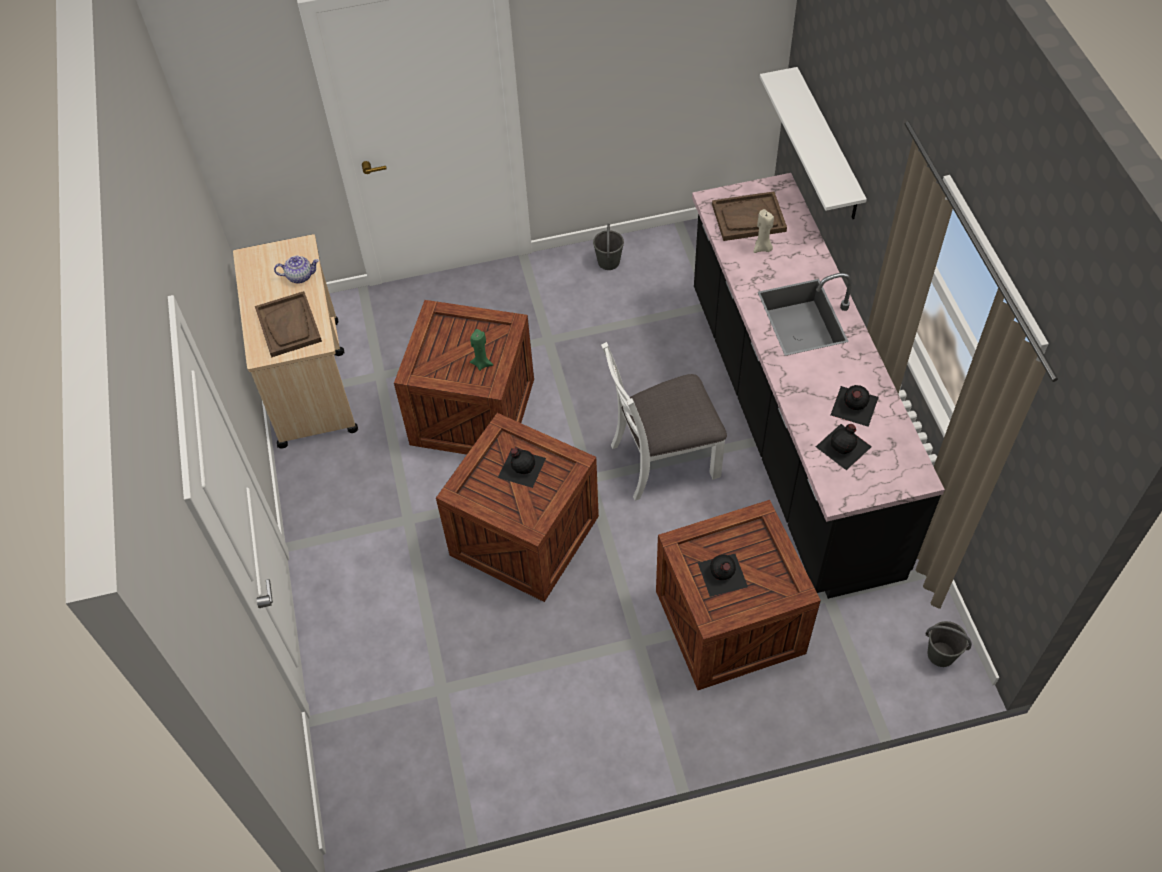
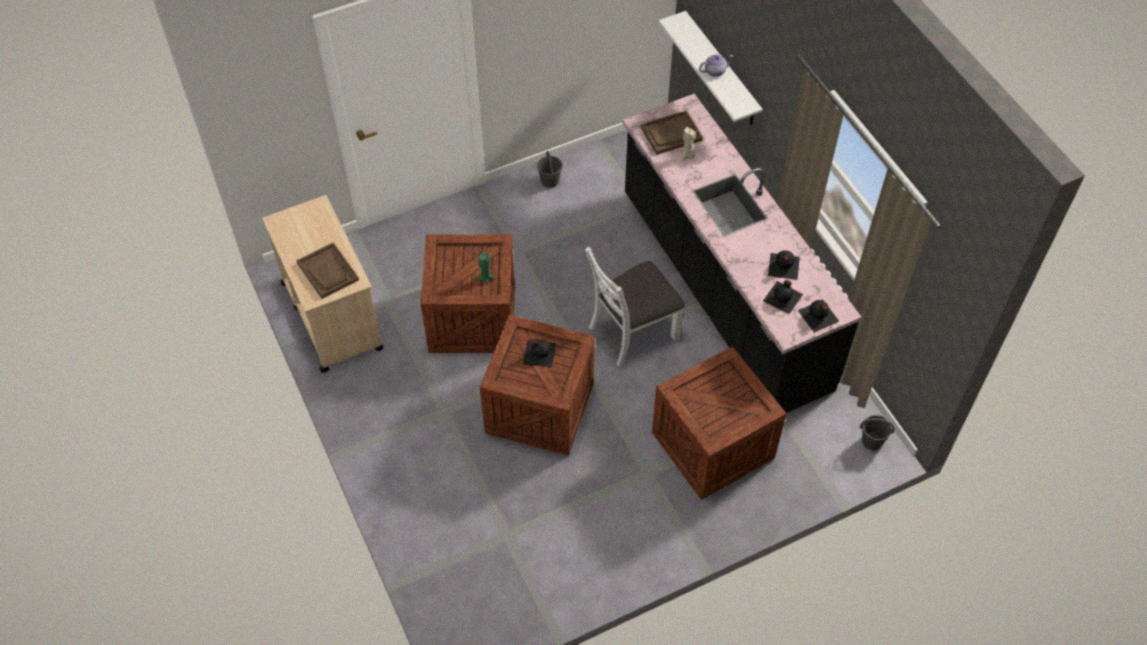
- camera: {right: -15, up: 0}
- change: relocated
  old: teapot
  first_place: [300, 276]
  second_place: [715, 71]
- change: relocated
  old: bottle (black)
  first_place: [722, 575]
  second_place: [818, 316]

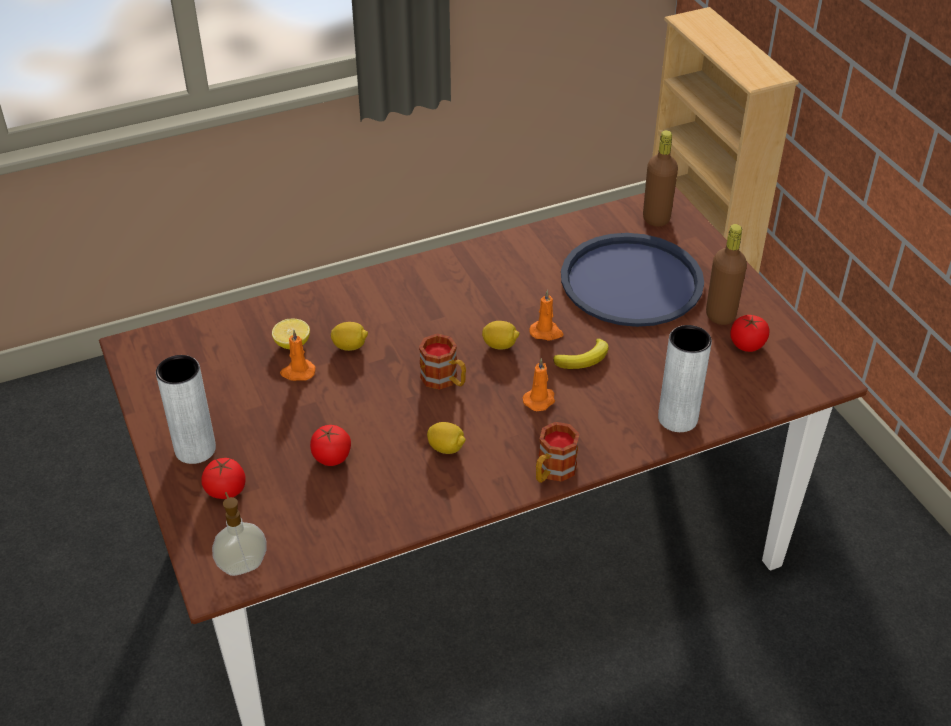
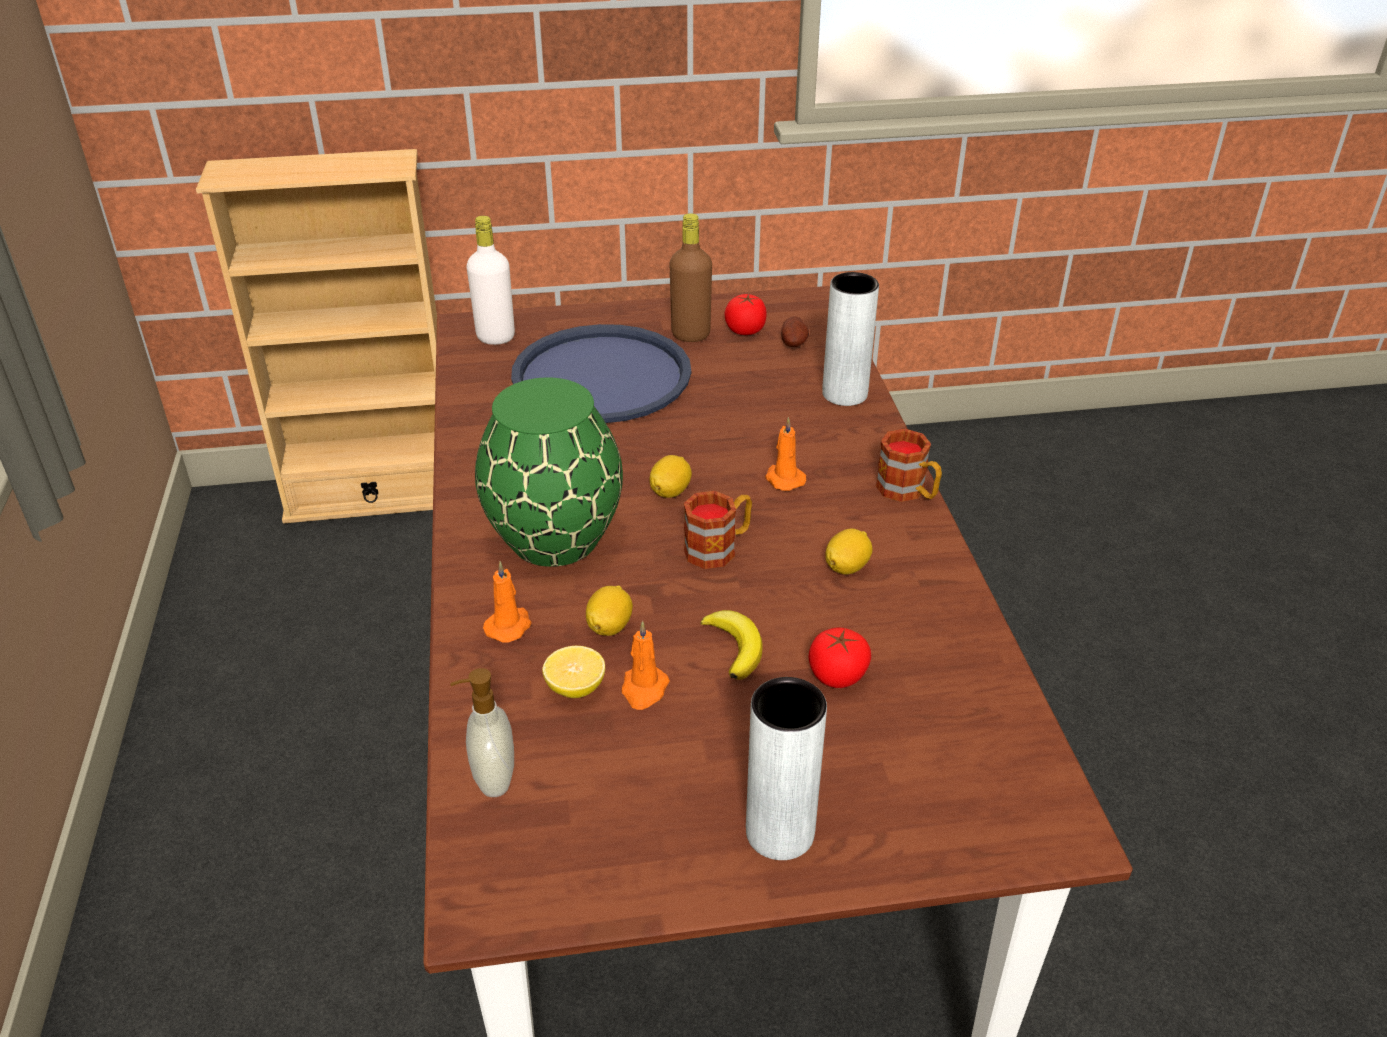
- camera: {right: -75, up: -5}
- change: missing
  old: tomato
  first_place: [226, 490]
- change: relocated
  old: soap dispenser
  first_place: [242, 565]
  second_place: [492, 778]
- change: relocated
  old: candle (orange)
  first_place: [546, 332]
  second_place: [509, 626]
- change: relocated
  old: banana
  first_place: [584, 358]
  second_place: [735, 647]
- change: colour
  old: bottle (brown)
  new: bottle (white)
  first_place: [656, 218]
  second_place: [495, 337]
- change: appeared
  new: vase (green)
  second_place: [556, 538]
- change: appeared
  new: potato
  second_place: [794, 344]

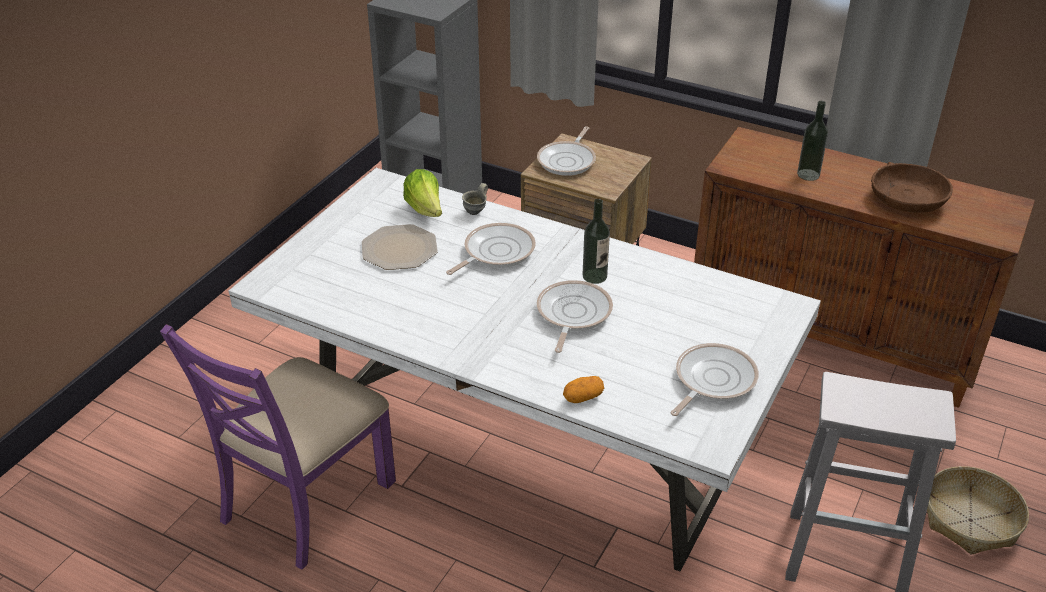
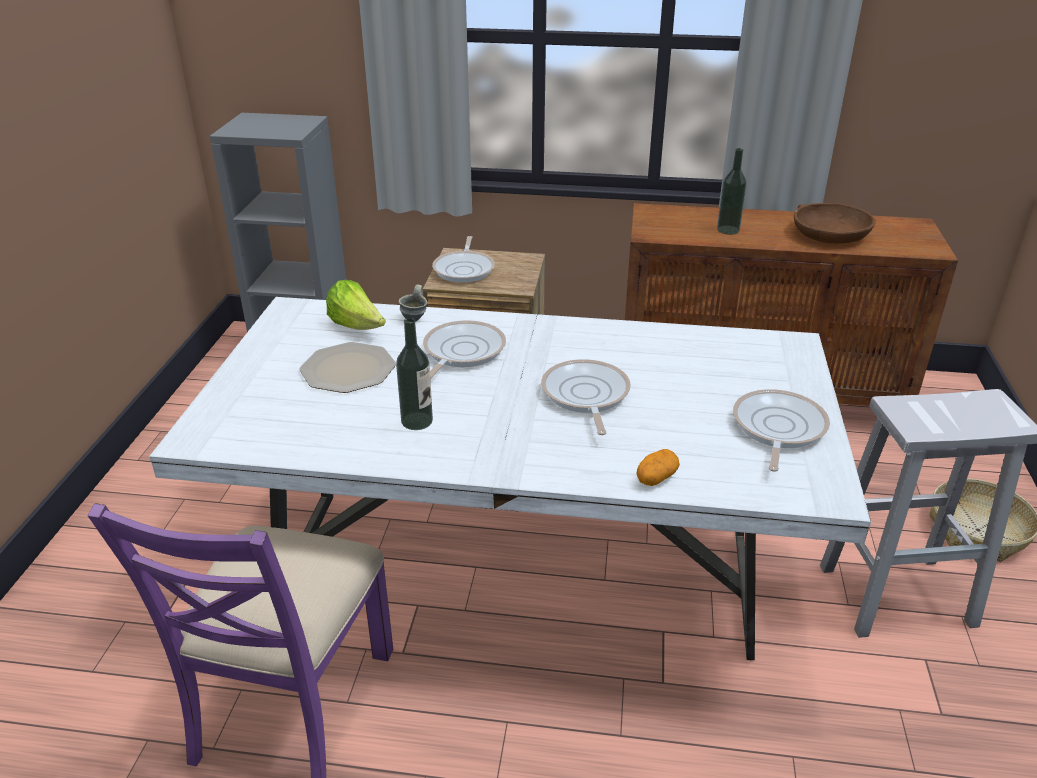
- camera: {right: -20, up: -5}
- change: relocated
  old: bottle
  first_place: [594, 276]
  second_place: [417, 421]

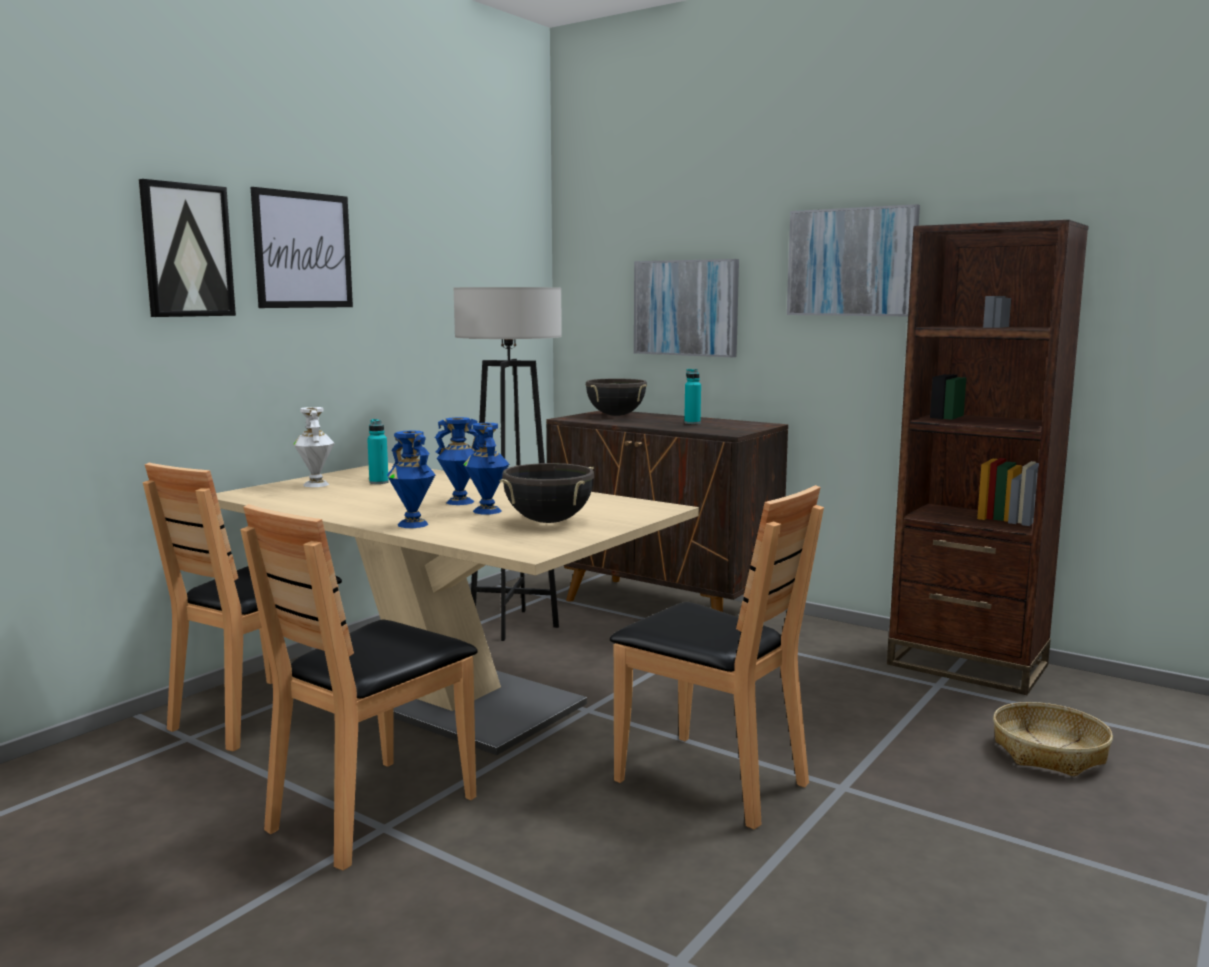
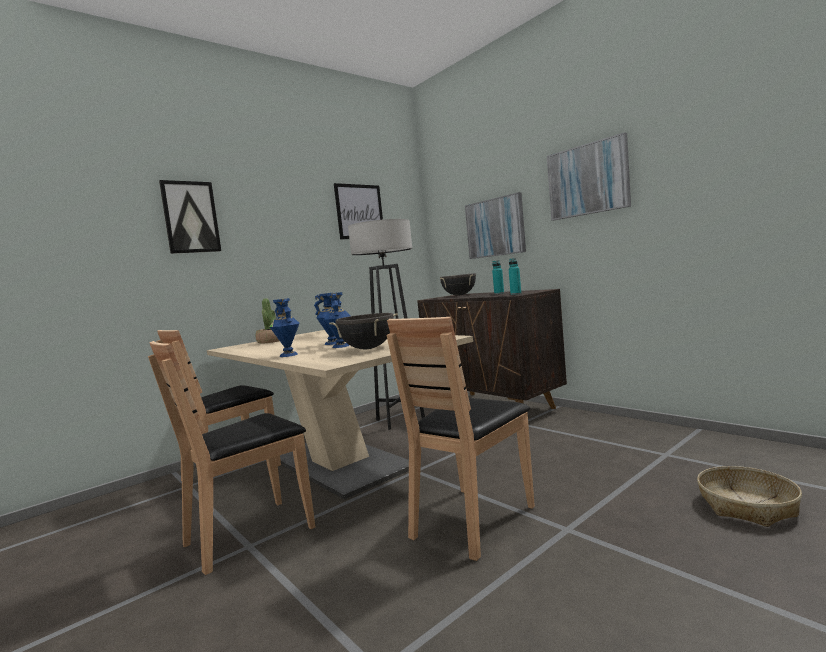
- camera: {right: 15, up: -5}
- change: relocated
  old: picture
  first_place: [303, 250]
  second_place: [359, 211]
- change: exchanged
  old: vase (white)
  new: potted plant
  first_place: [316, 484]
  second_place: [271, 341]
- change: relocated
  old: bottle (turquoise)
  first_place: [379, 482]
  second_place: [516, 294]
- change: spun
  old: chair (brown)
  first_place: [710, 780]
  second_place: [472, 520]
  degrees: 75
- change: missing
  old: bookcase (brown)
  first_place: [967, 665]

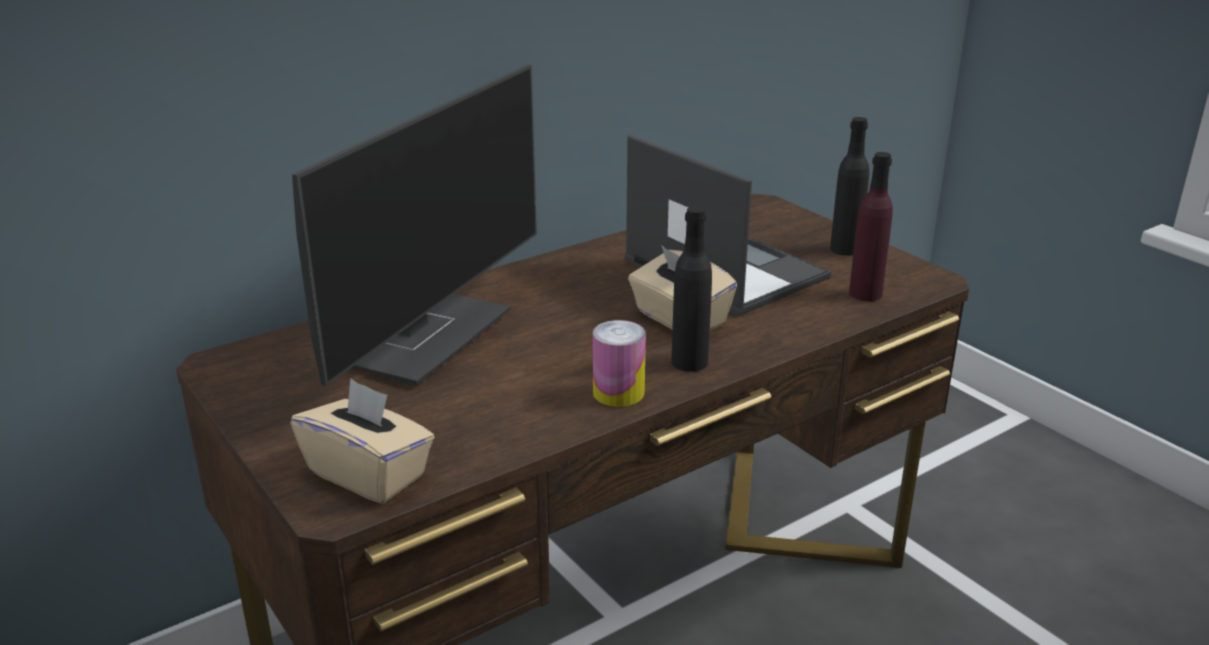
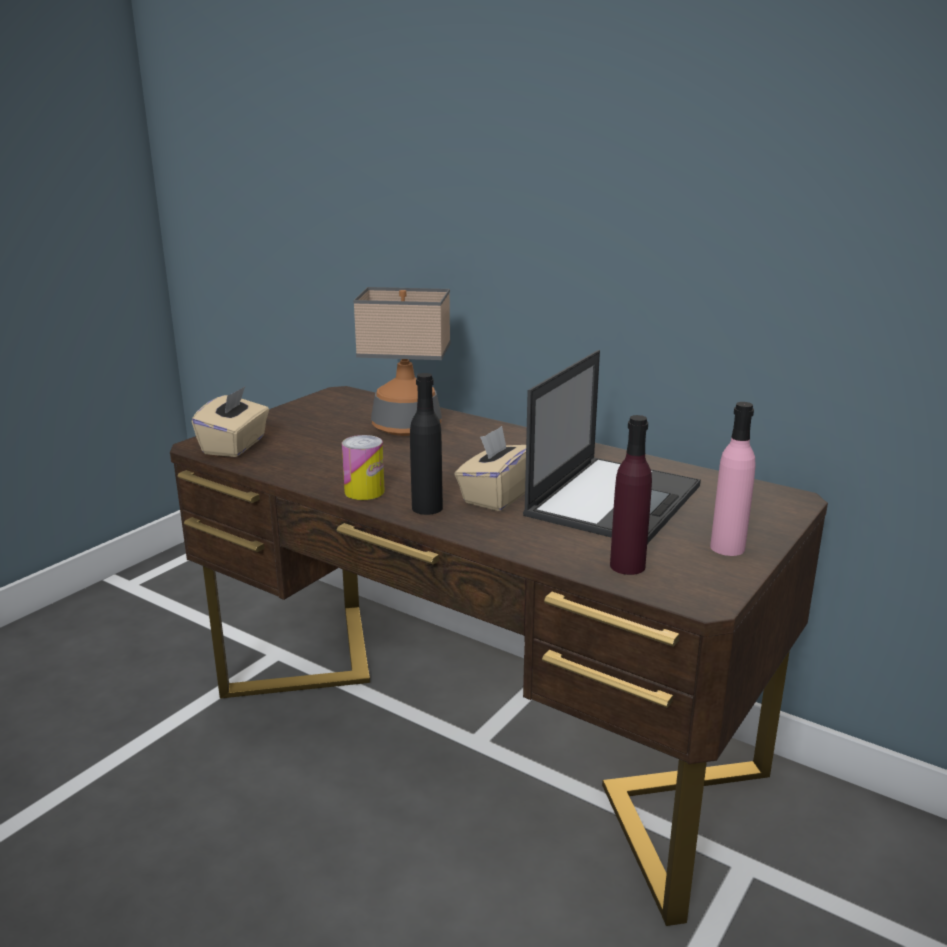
- camera: {right: 70, up: -5}
- change: exchanged
  old: monitor
  new: table lamp
  first_place: [423, 335]
  second_place: [407, 427]
- change: colour
  old: bottle (black)
  new: bottle (pink)
  first_place: [845, 249]
  second_place: [727, 547]

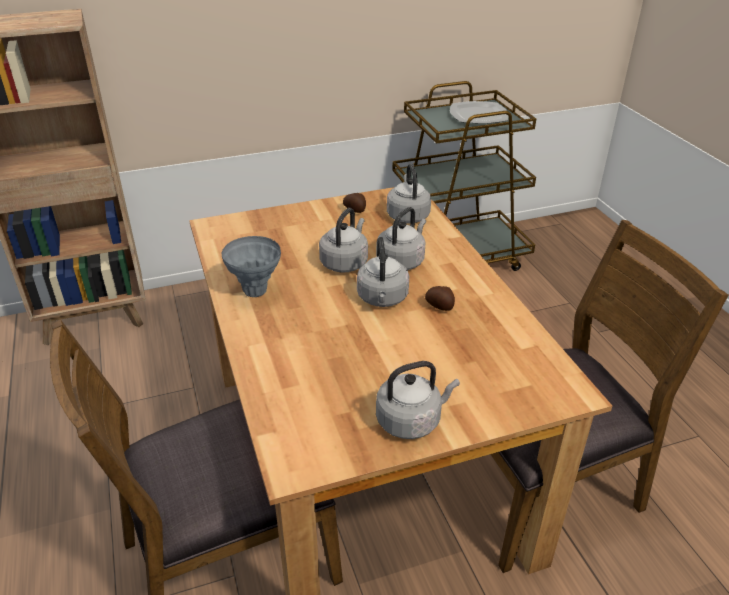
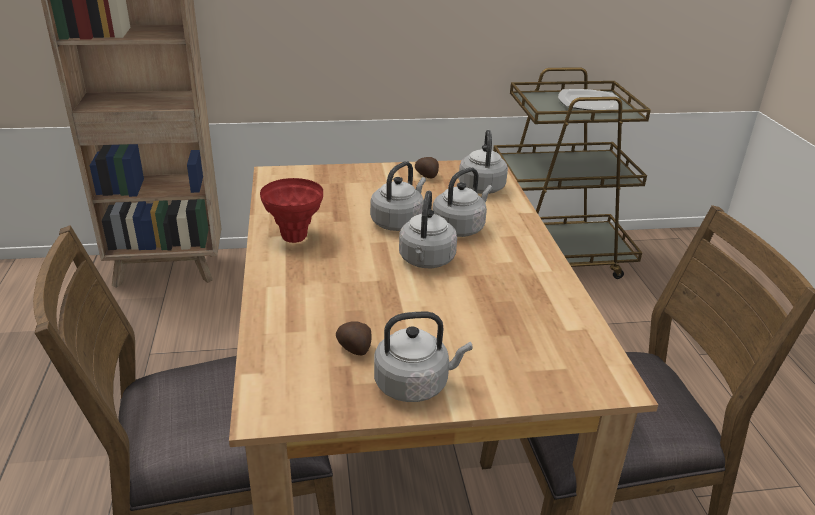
- camera: {right: 10, up: -5}
- change: colour
  old: vase (grey)
  new: vase (red)
  first_place: [255, 291]
  second_place: [294, 237]
- change: relocated
  old: potato
  first_place: [440, 306]
  second_place: [355, 349]

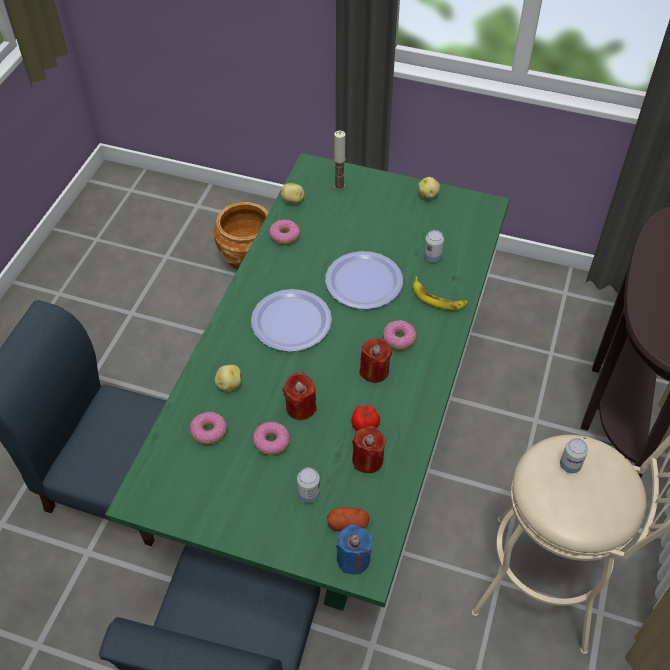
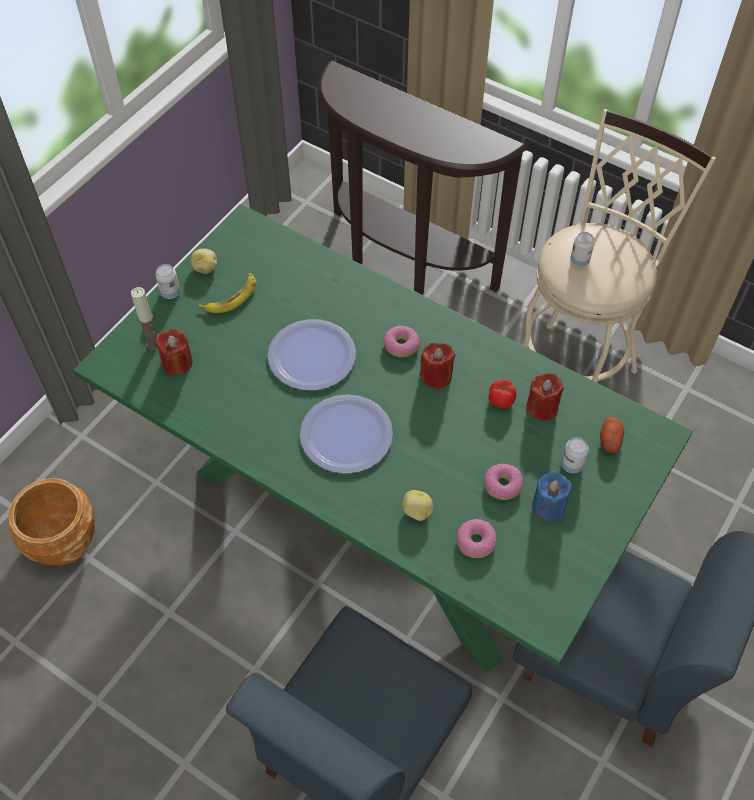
- camera: {right: -75, up: 5}
- change: missing
  old: donut
  first_place: [284, 236]
- change: missing
  old: potato
  first_place: [293, 201]
- change: relocated
  old: candle (red)
  first_place: [300, 407]
  second_place: [177, 362]
- change: relocated
  old: candle (blue)
  first_place: [353, 558]
  second_place: [548, 506]
- change: relocated
  old: banana
  first_place: [437, 298]
  second_place: [232, 297]
- change: relocated
  old: can
  first_place: [432, 257]
  second_place: [170, 293]

